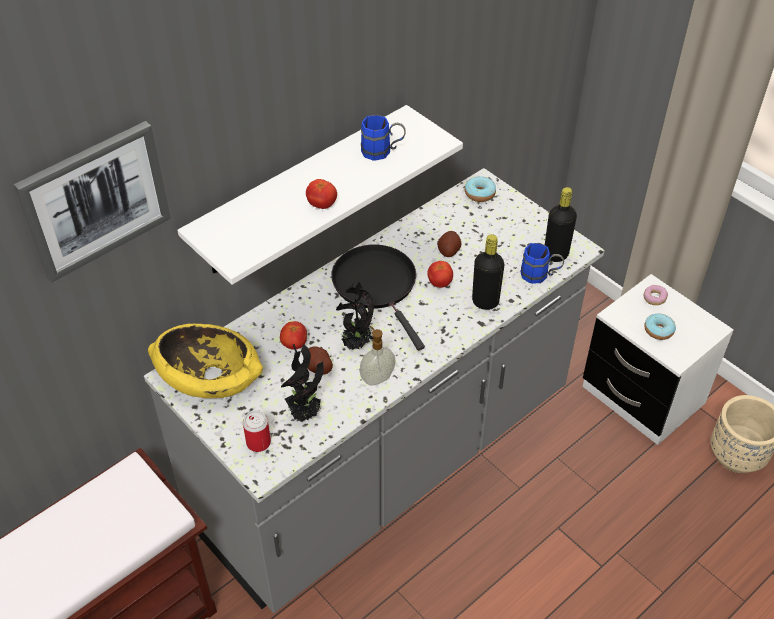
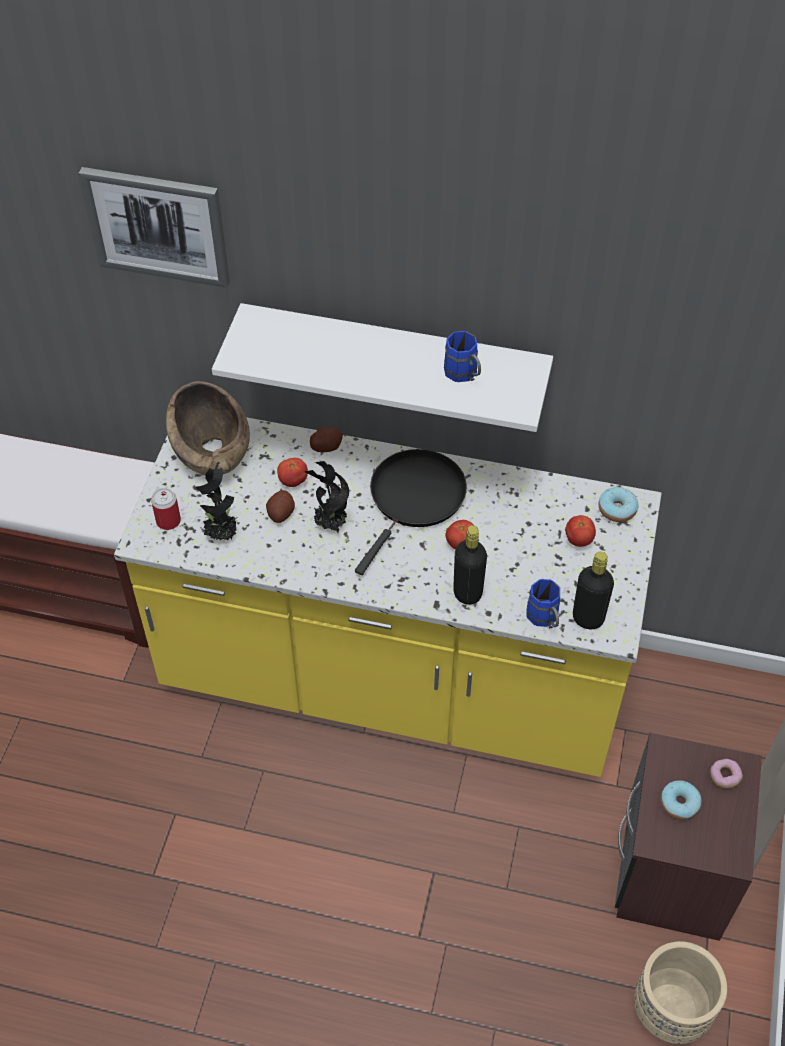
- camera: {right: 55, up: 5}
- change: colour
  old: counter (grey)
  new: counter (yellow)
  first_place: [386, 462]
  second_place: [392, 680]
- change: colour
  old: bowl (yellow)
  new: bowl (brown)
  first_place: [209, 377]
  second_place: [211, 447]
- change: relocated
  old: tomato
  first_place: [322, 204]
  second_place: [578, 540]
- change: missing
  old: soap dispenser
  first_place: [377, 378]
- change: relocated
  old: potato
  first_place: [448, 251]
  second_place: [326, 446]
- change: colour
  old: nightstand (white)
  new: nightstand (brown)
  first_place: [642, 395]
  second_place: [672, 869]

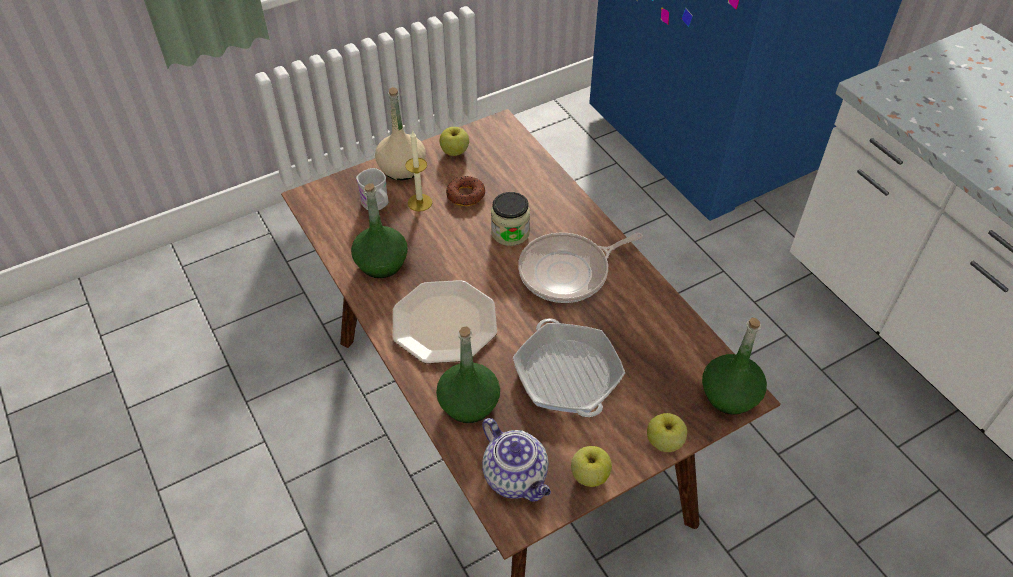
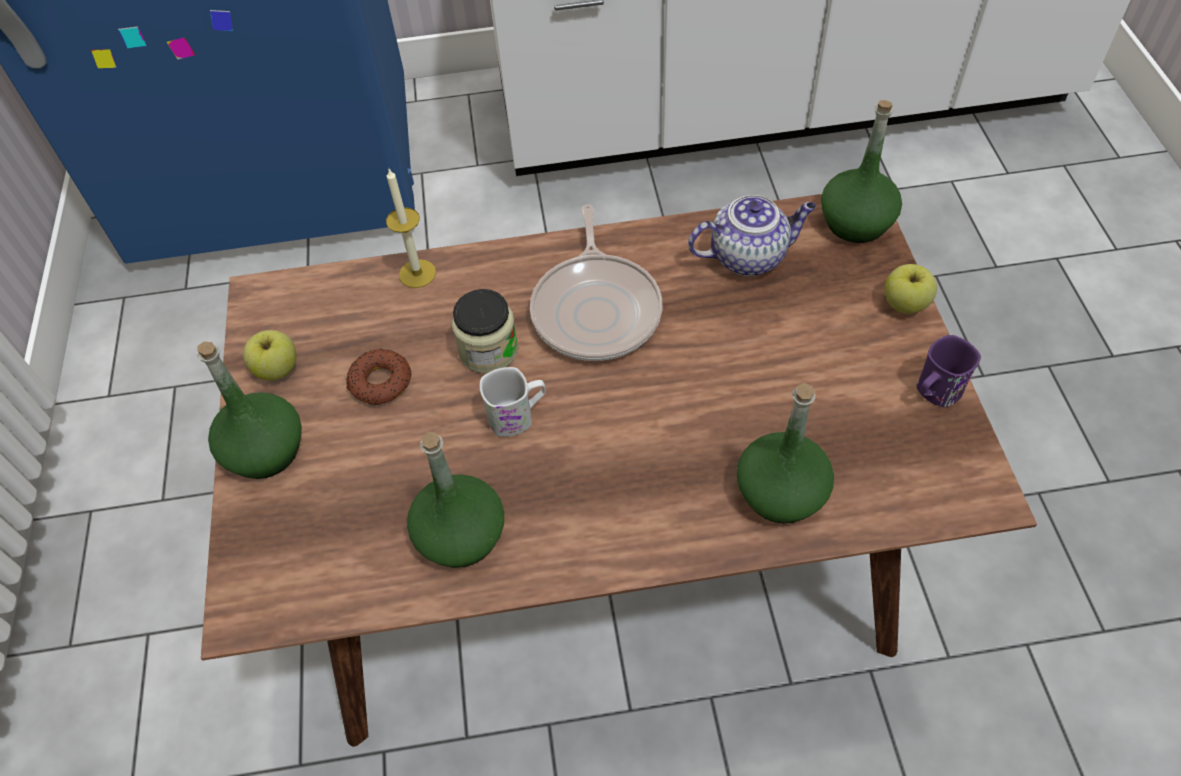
- camera: {right: -65, up: 5}
- change: relocated
  old: mug (white)
  first_place: [377, 205]
  second_place: [518, 416]
- change: colour
  old: bottle (beige)
  new: bottle (green)
  first_place: [402, 168]
  second_place: [266, 450]
- change: missing
  old: plate
  first_place: [445, 323]
- change: relocated
  old: candle
  first_place: [420, 202]
  second_place: [417, 273]
- change: relocated
  old: teapot
  first_place: [516, 477]
  second_place: [749, 256]
- change: missing
  old: frying pan
  first_place: [567, 375]
- change: exchanged
  old: apple
  new: mug (purple)
  first_place: [589, 475]
  second_place: [934, 393]

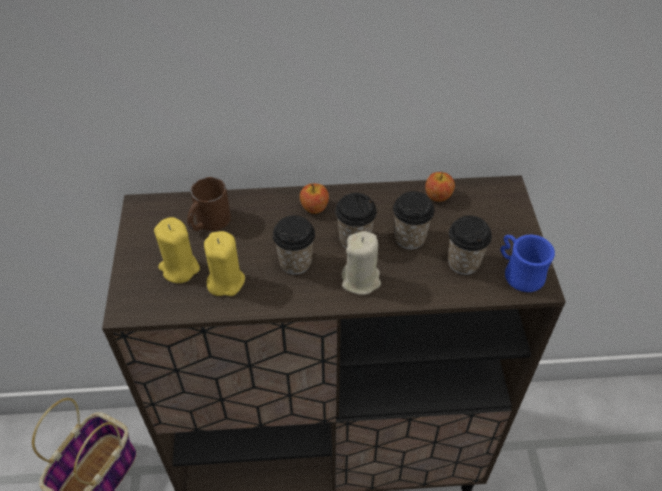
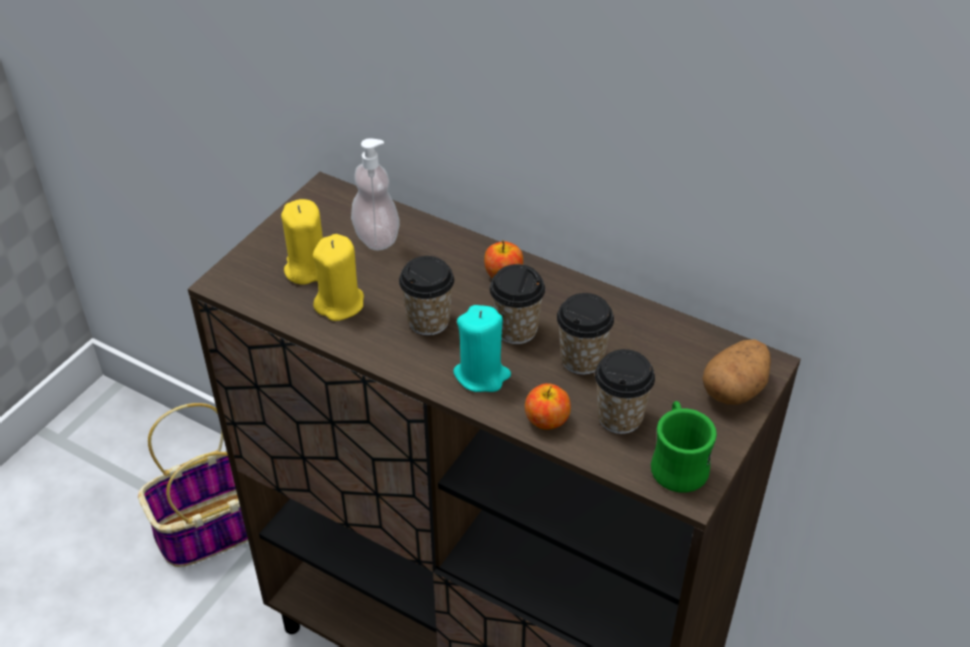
- camera: {right: 35, up: -5}
- change: exchanged
  old: mug (brown)
  new: soap dispenser
  first_place: [208, 222]
  second_place: [376, 237]
- change: colour
  old: candle (beige)
  new: candle (turquoise)
  first_place: [361, 280]
  second_place: [482, 375]
- change: relocated
  old: apple
  first_place: [438, 196]
  second_place: [546, 420]
- change: colour
  old: mug (blue)
  new: mug (green)
  first_place: [518, 273]
  second_place: [677, 463]
- change: appeared
  new: potato
  second_place: [734, 389]

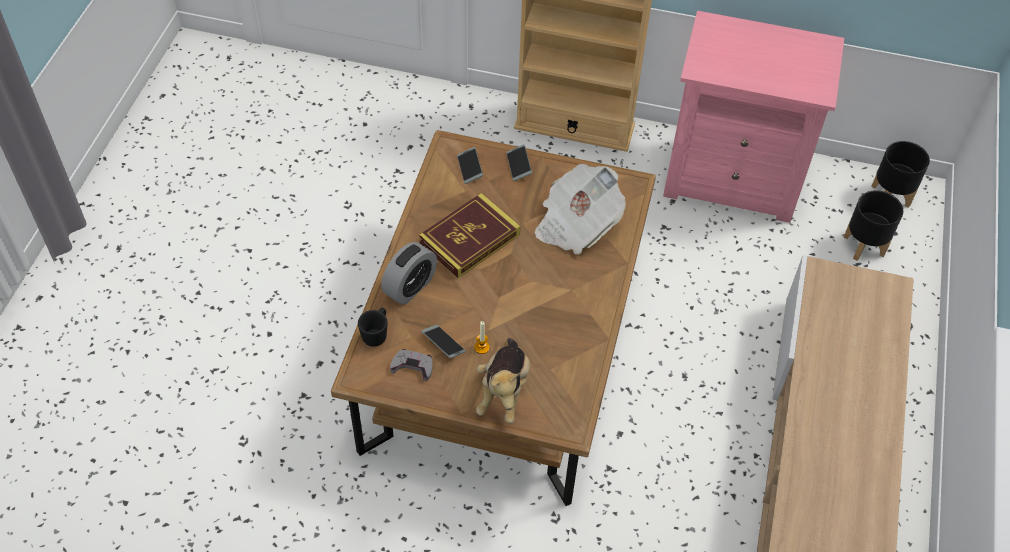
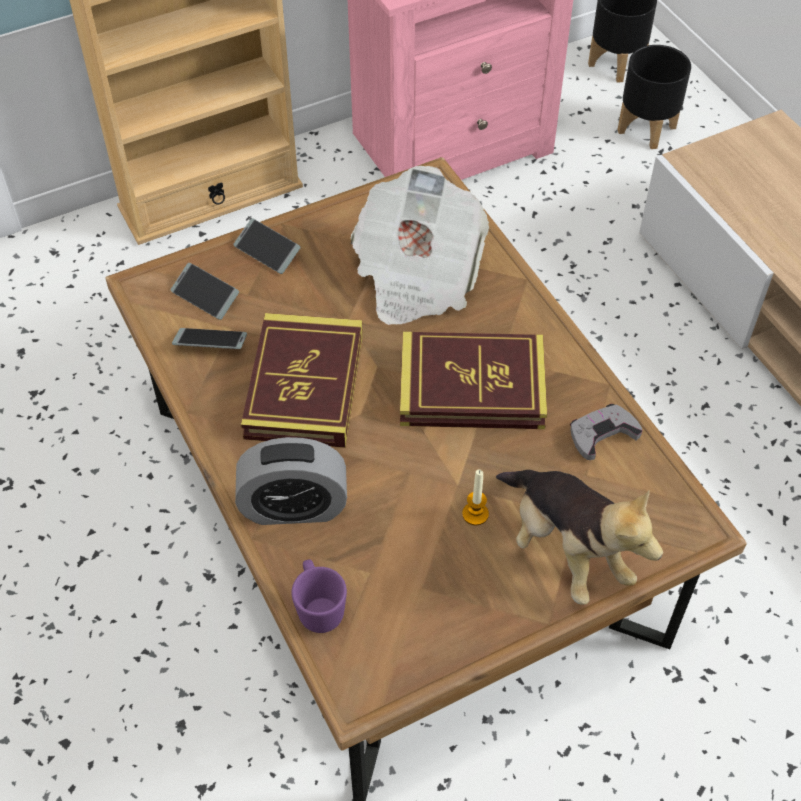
- camera: {right: -40, up: 0}
- change: colour
  old: mug (black)
  new: mug (purple)
  first_place: [376, 334]
  second_place: [318, 607]
- change: spun
  old: alarm clock
  first_place: [410, 287]
  second_place: [294, 507]
  degrees: 90
- change: relocated
  old: game controller (grey)
  first_place: [412, 366]
  second_place: [602, 434]
- change: relocated
  old: phone
  first_place: [443, 344]
  second_place: [210, 343]
- change: appeared
  new: book
  second_place: [472, 387]

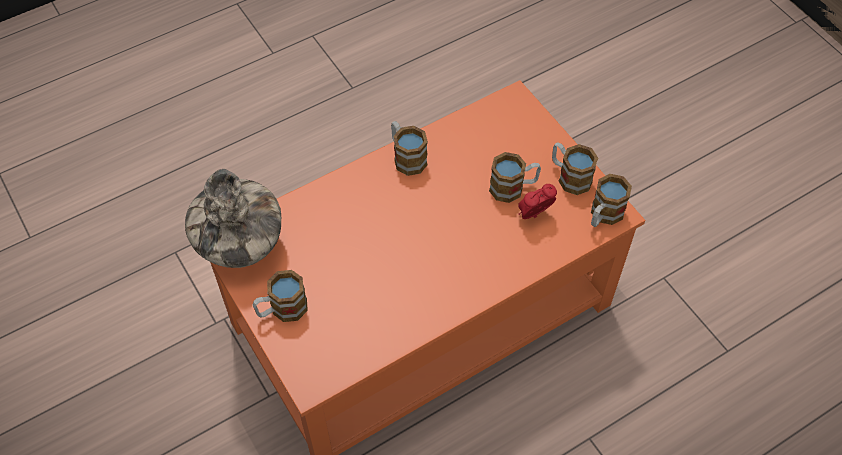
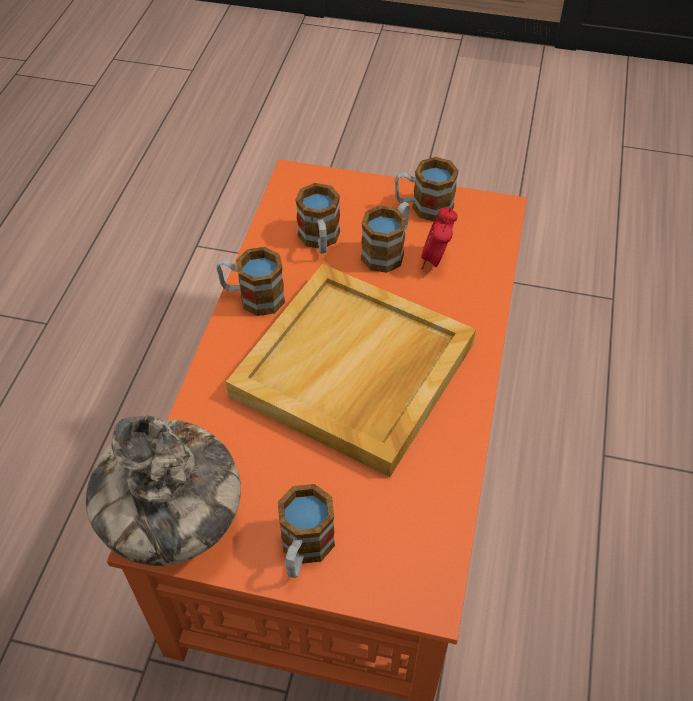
- camera: {right: -45, up: -5}
- change: relocated
  old: mug
  first_place: [603, 215]
  second_place: [320, 240]
- change: appeared
  new: tray (beige)
  second_place: [354, 372]

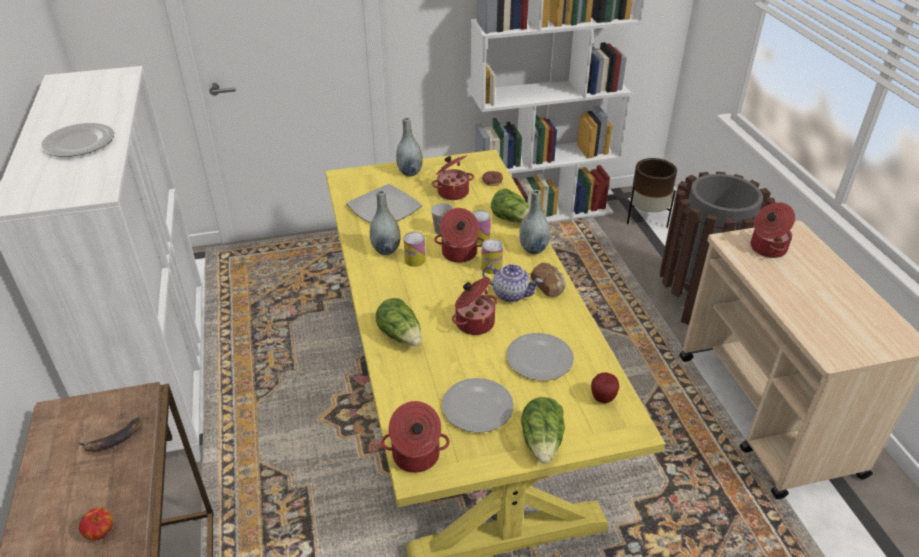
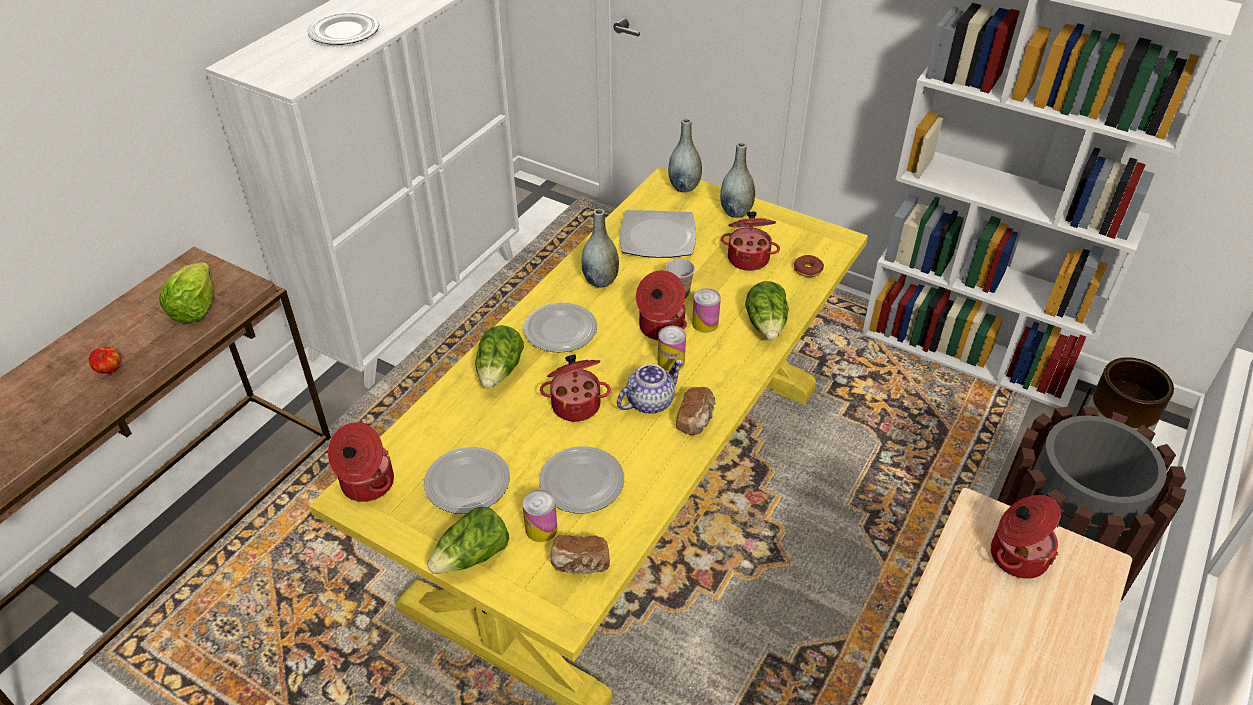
- camera: {right: 45, up: 5}
- change: exchanged
  old: banana
  new: lettuce
  first_place: [114, 440]
  second_place: [195, 308]
- change: relocated
  old: can
  first_place: [415, 260]
  second_place: [541, 528]
- change: spun
  old: teapot
  first_place: [511, 294]
  second_place: [650, 401]
  degrees: -105
- change: relocated
  old: vase (grey)
  first_place: [533, 249]
  second_place: [684, 187]
- change: exchanged
  old: apple
  new: bread
  first_place: [603, 398]
  second_place: [580, 564]
- change: appeared
  new: plate
  second_place: [560, 331]

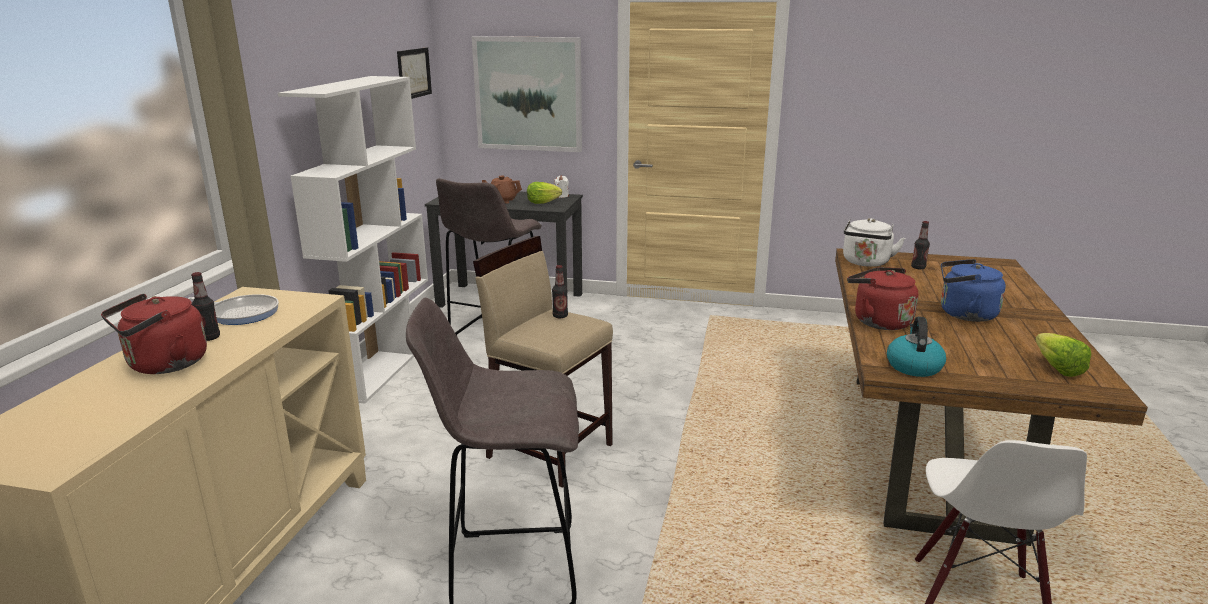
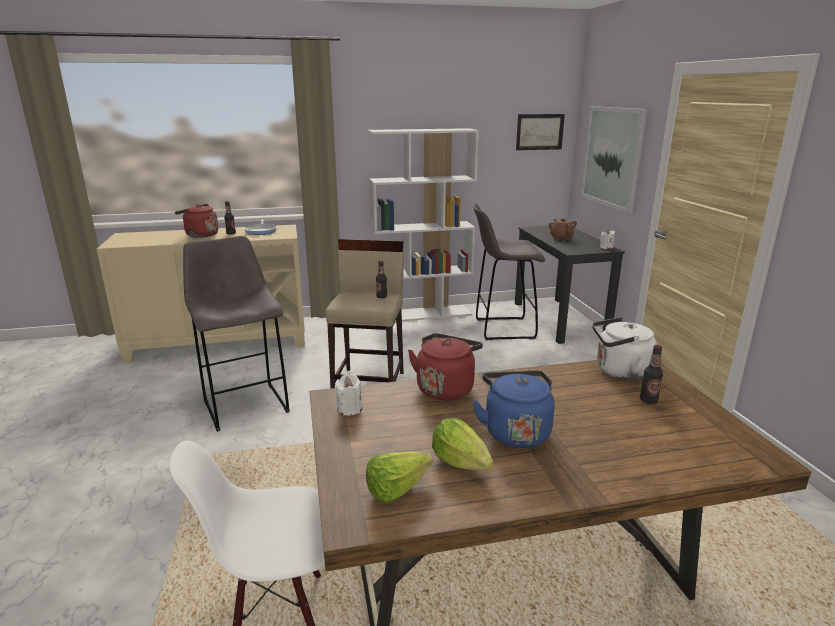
- camera: {right: 65, up: 0}
- change: relocated
  old: lettuce
  first_place: [542, 202]
  second_place: [460, 462]
- change: exchanged
  old: kettle
  new: candle (white)
  first_place: [913, 366]
  second_place: [349, 409]

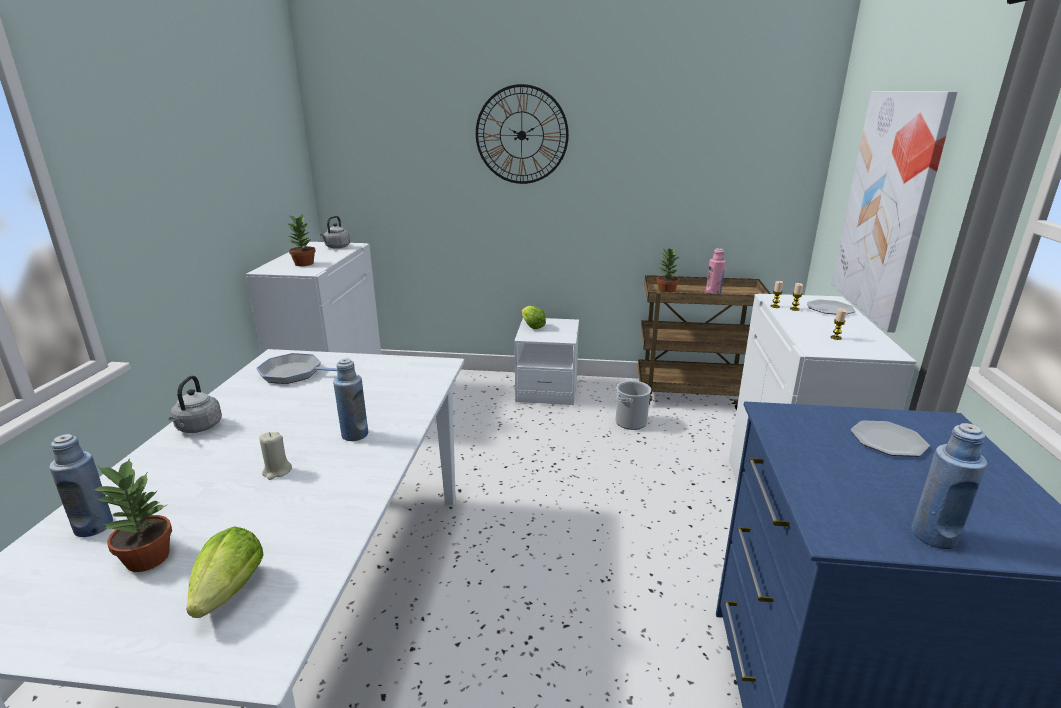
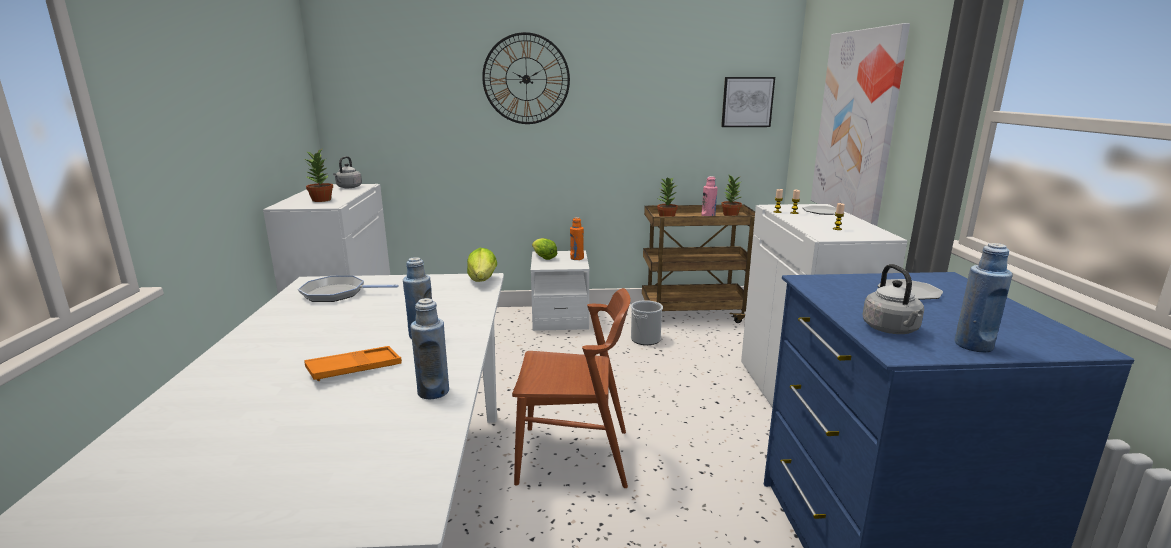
- camera: {right: -10, up: -5}
- change: relocated
  old: bottle (blue)
  first_place: [94, 526]
  second_place: [433, 391]
- change: relocated
  old: potted plant
  first_place: [147, 557]
  second_place: [730, 215]
- change: relocated
  old: kettle (grey)
  first_place: [198, 428]
  second_place: [891, 330]
- change: relocated
  old: lettuce
  first_place: [230, 591]
  second_place: [482, 281]
- change: exchanged
  old: candle (beige)
  new: tray (orange)
  first_place: [277, 471]
  second_place: [354, 369]
- change: appeared
  new: chair (brown)
  second_place: [574, 456]
- change: appeared
  new: bottle (orange)
  second_place: [577, 258]
- change: appeared
  new: picture
  second_place: [747, 102]

